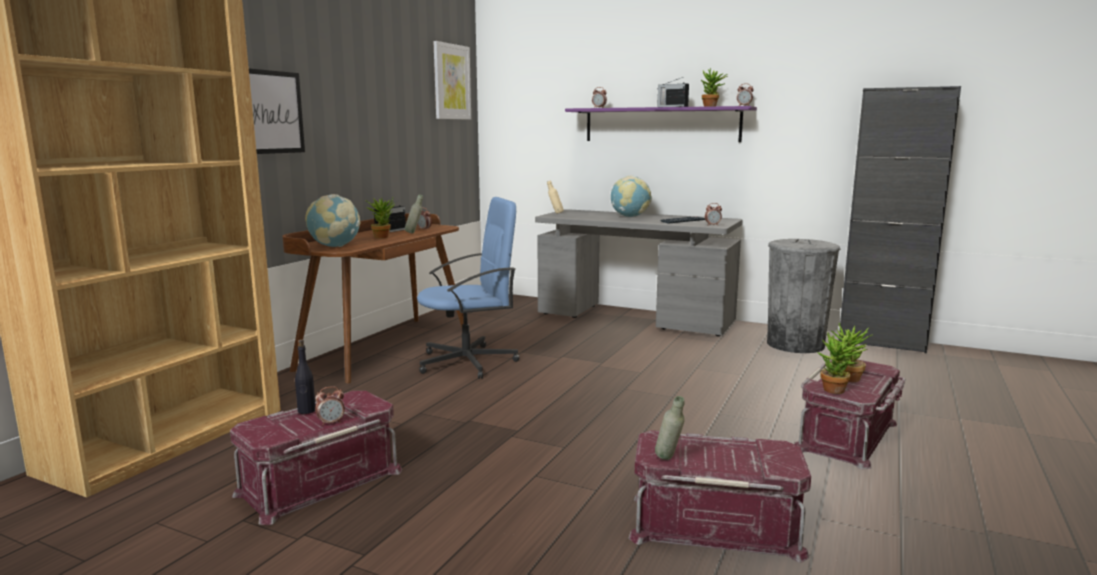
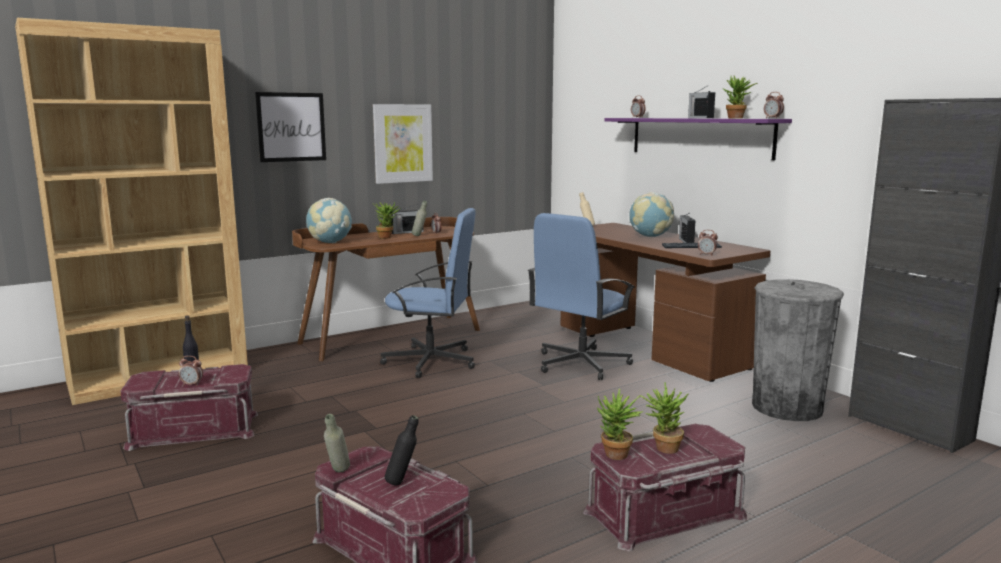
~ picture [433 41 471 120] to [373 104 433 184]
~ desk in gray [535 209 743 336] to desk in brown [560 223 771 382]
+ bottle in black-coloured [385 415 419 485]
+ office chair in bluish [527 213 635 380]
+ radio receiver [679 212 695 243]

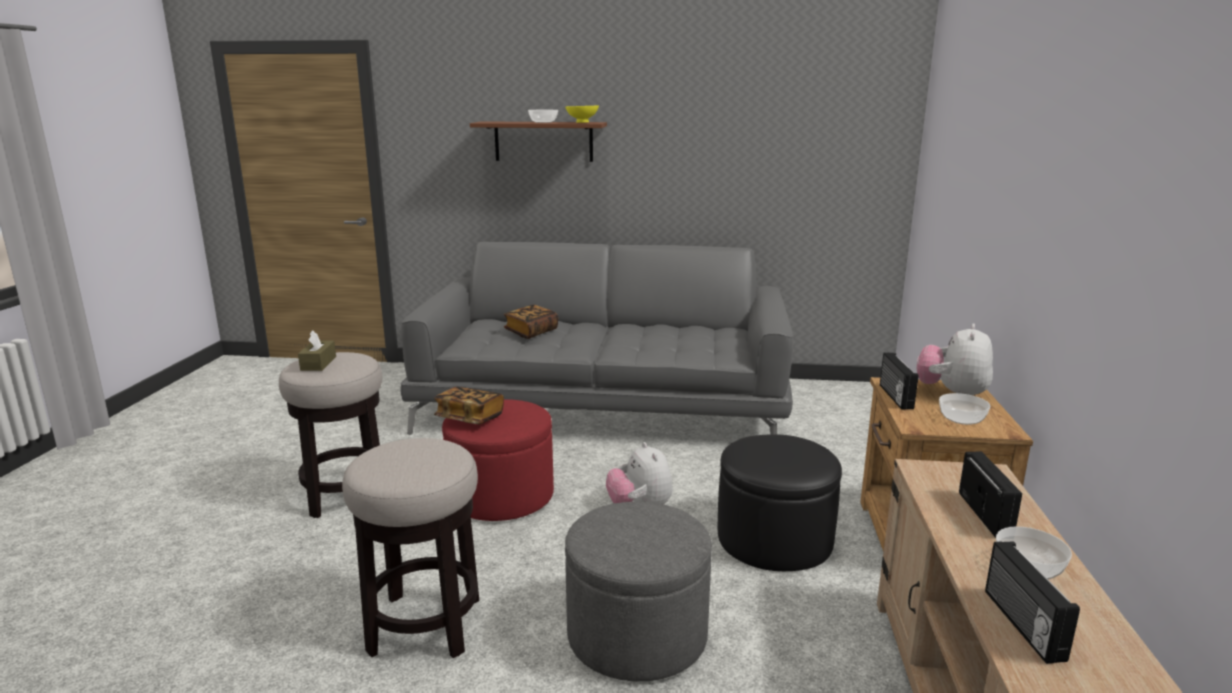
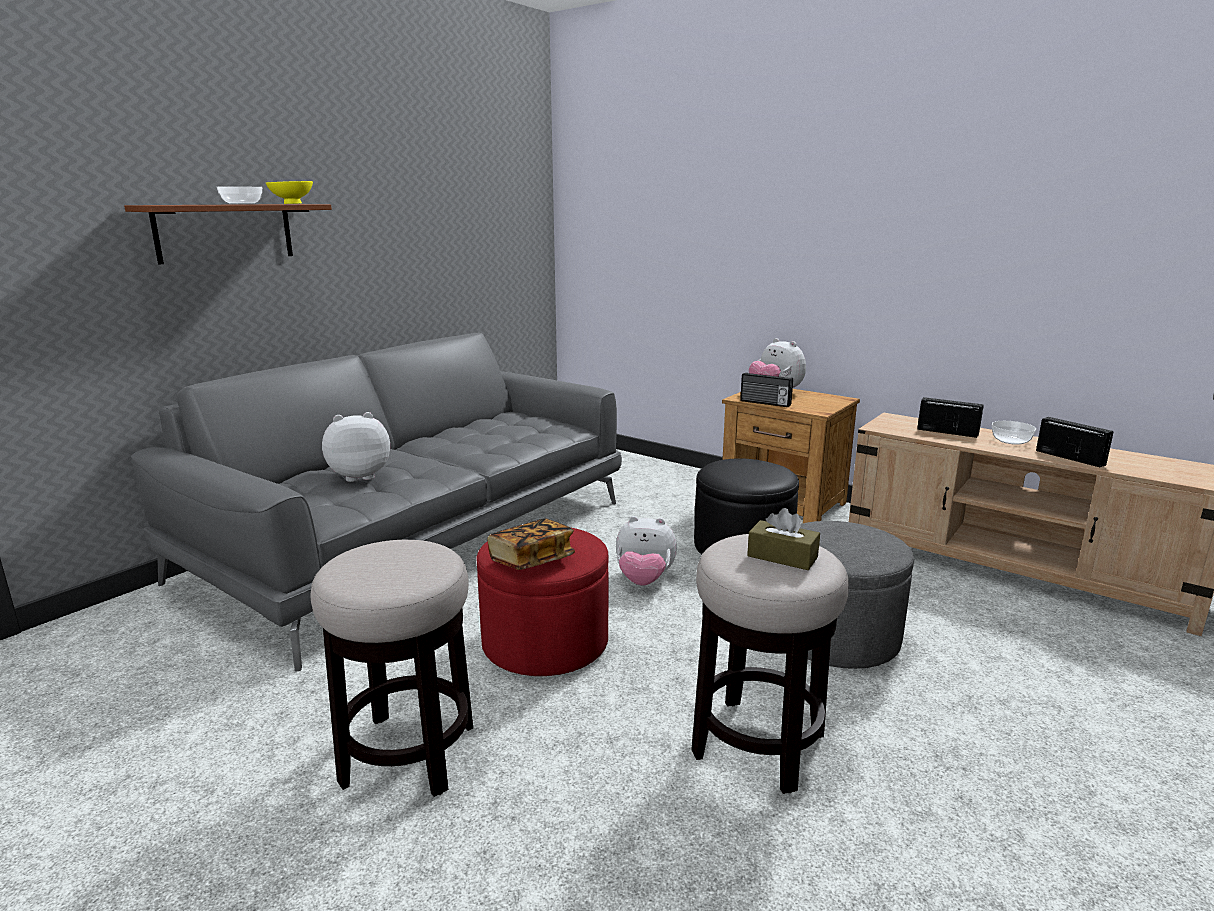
~ tissue holder in brown [298 330 336 371] to [747 508 820 570]
~ bound book [504 305 558 339] to cuddly toy [322 412 390 482]
- bowl [939 393 990 425]
~ radio receiver [985 541 1080 664] = [1036 417 1113 467] 150 degrees counterclockwise

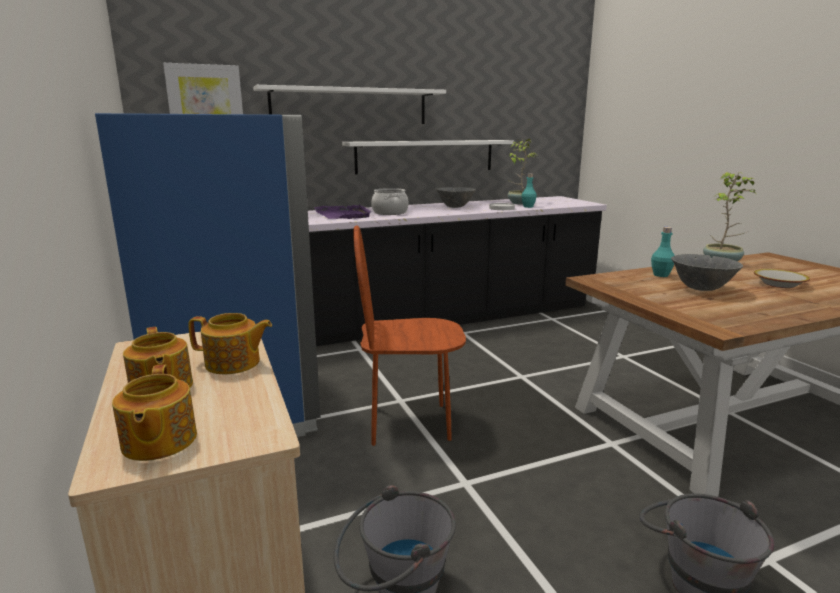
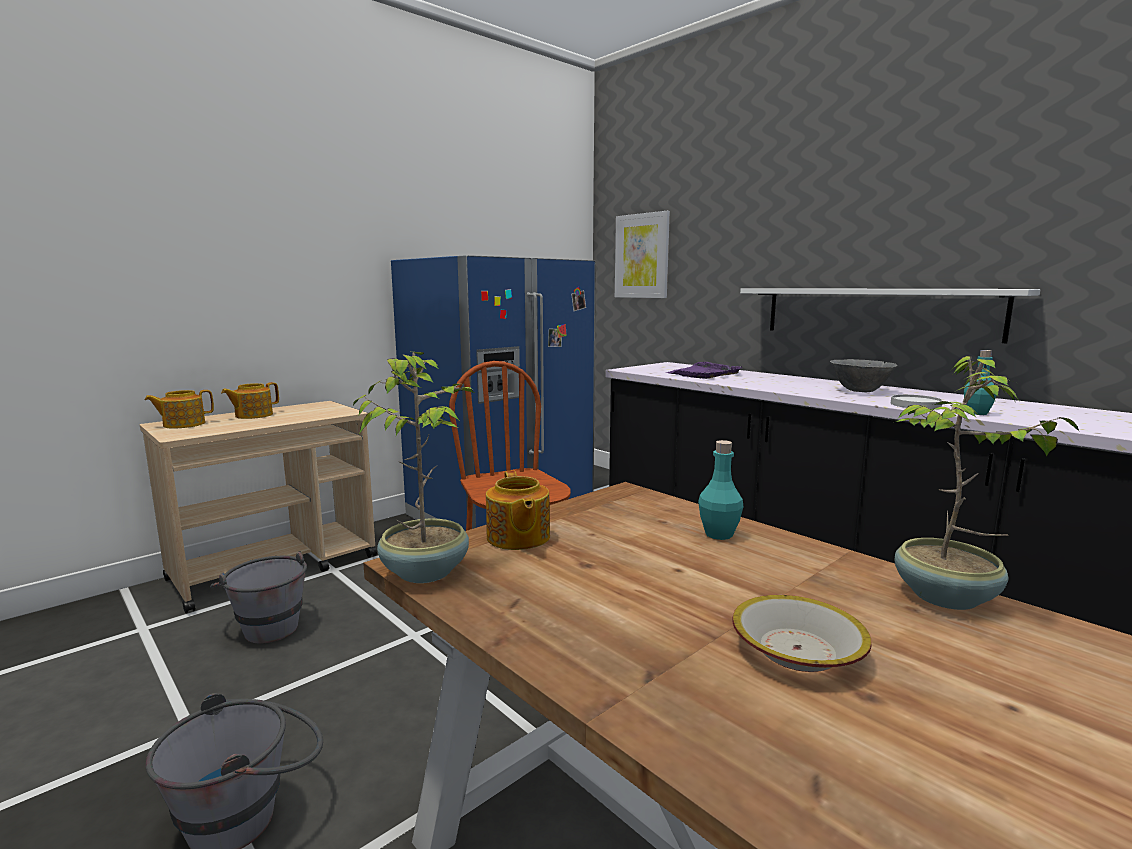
~ tea pot [188 313 272 375] to [486 471 550 550]
- wall shelf in white-coloured [253 85 446 124]
- saucepot [371 188 409 215]
~ potted plant [507 139 537 205] to [352 352 474 583]
- bowl in gray [671 254 743 291]

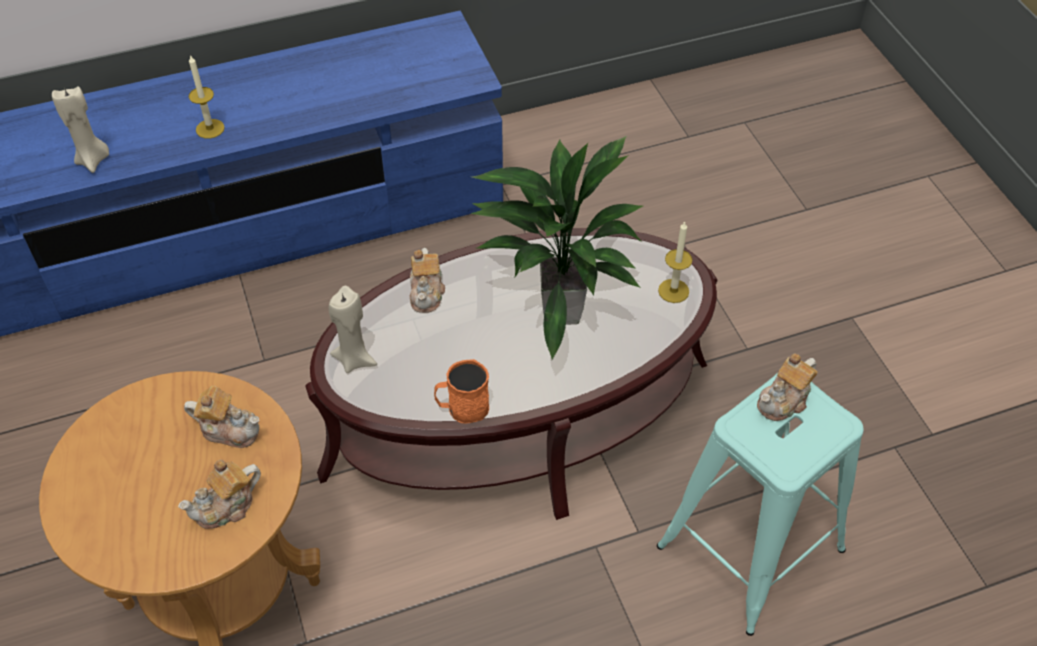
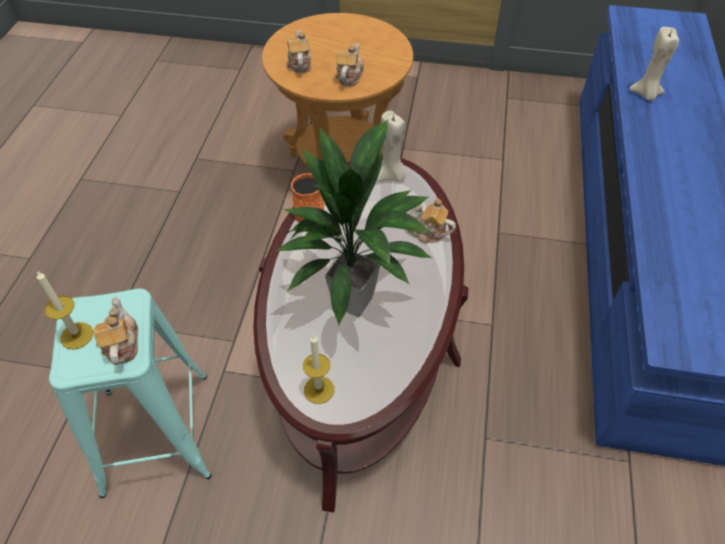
~ tea pot [184 386 259 448] = [336 43 364 86] 150 degrees clockwise
~ candle [189 55 225 139] to [37 271 93 350]

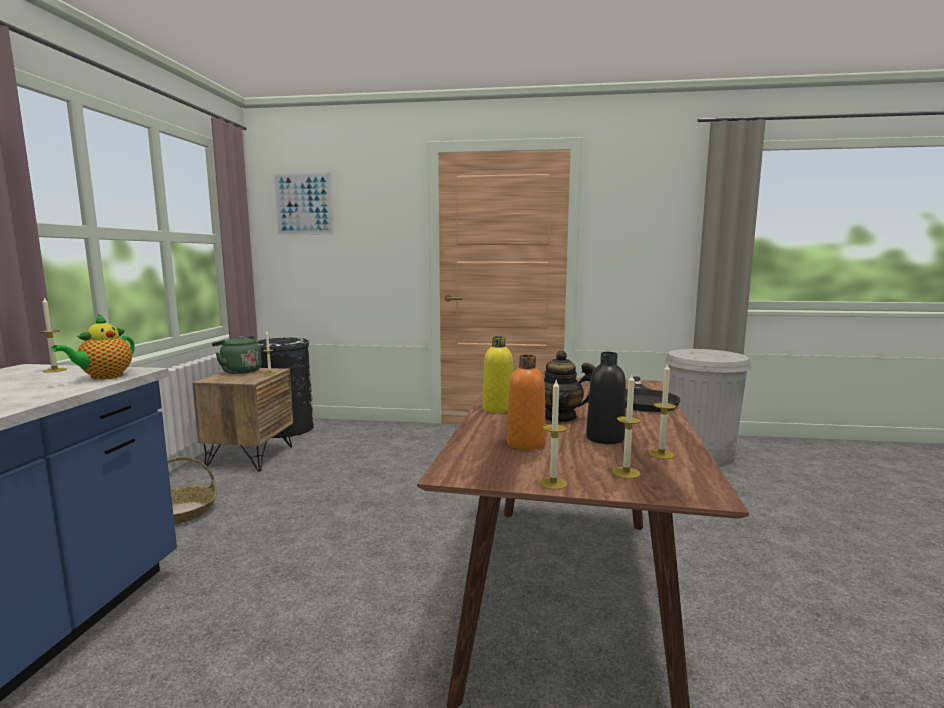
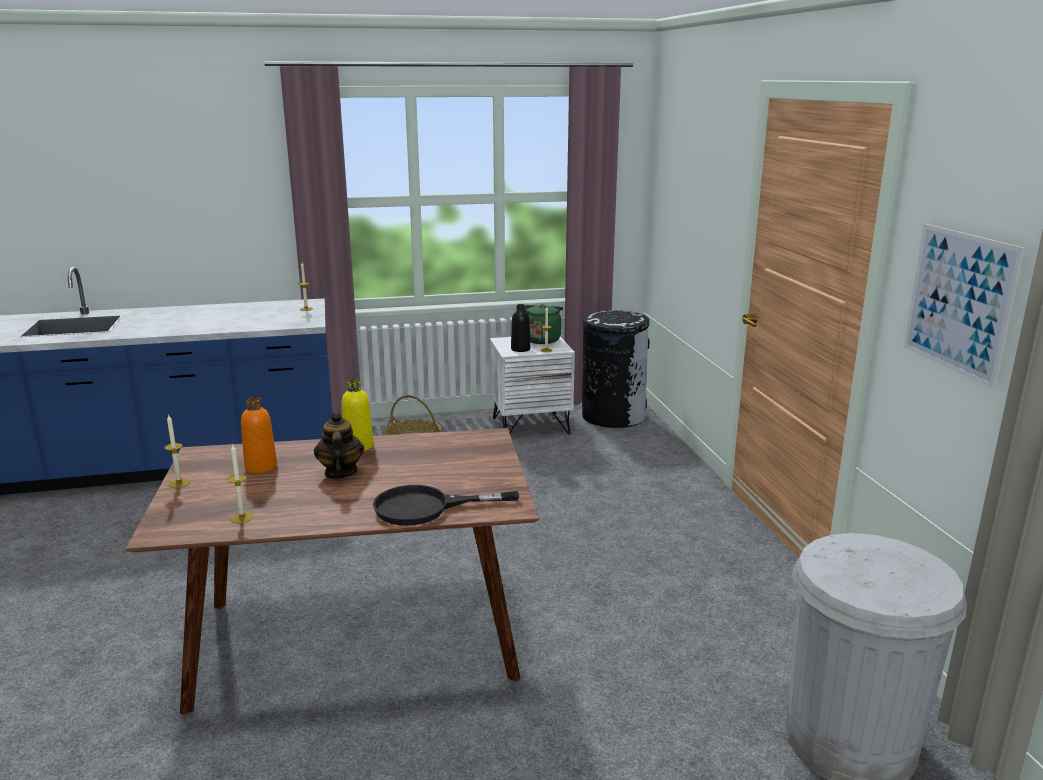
- tea pot [51 314 135 380]
~ night table in brown [192 368 293 472] to night table in white-coloured [490 336 575 435]
~ picture [273 172 334 235] to [904 224 1024 389]
~ bottle in black-coloured [586 352 626 444] to [511 304 531 352]
- candle [612 374 642 478]

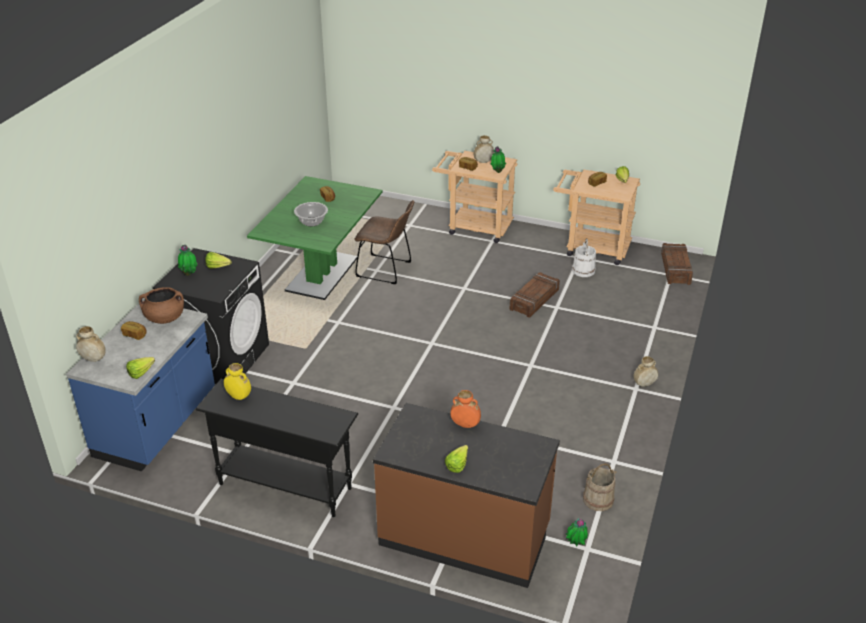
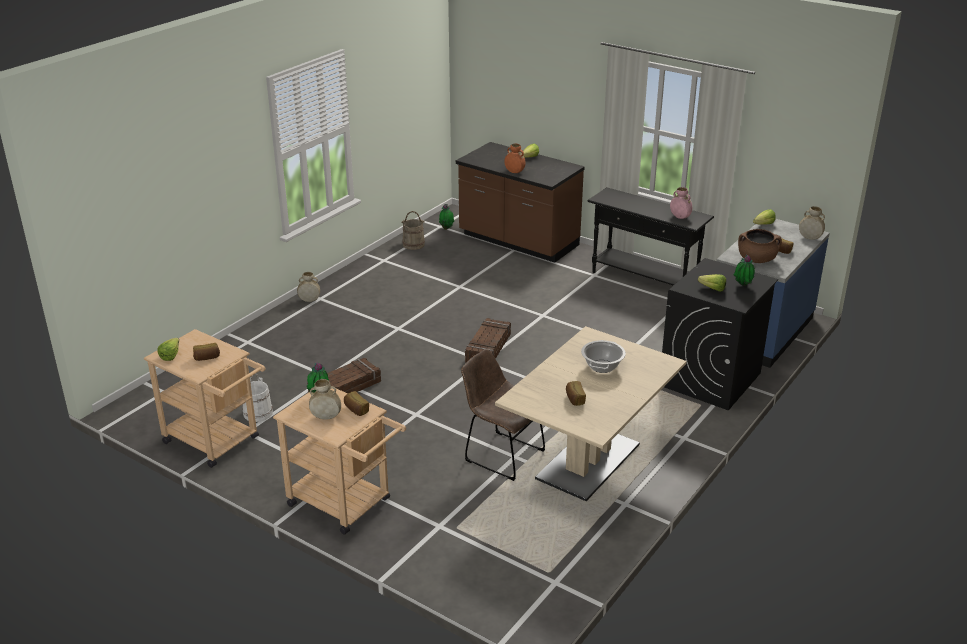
~ decorative vase in yellow [224 363 251 400] to decorative vase in pinkish [670 187 692 219]
~ dinner table in greenish [247 176 383 300] to dinner table in beige [495 326 687 501]
~ shipping crate [661 243 693 285] to [465 318 511 362]

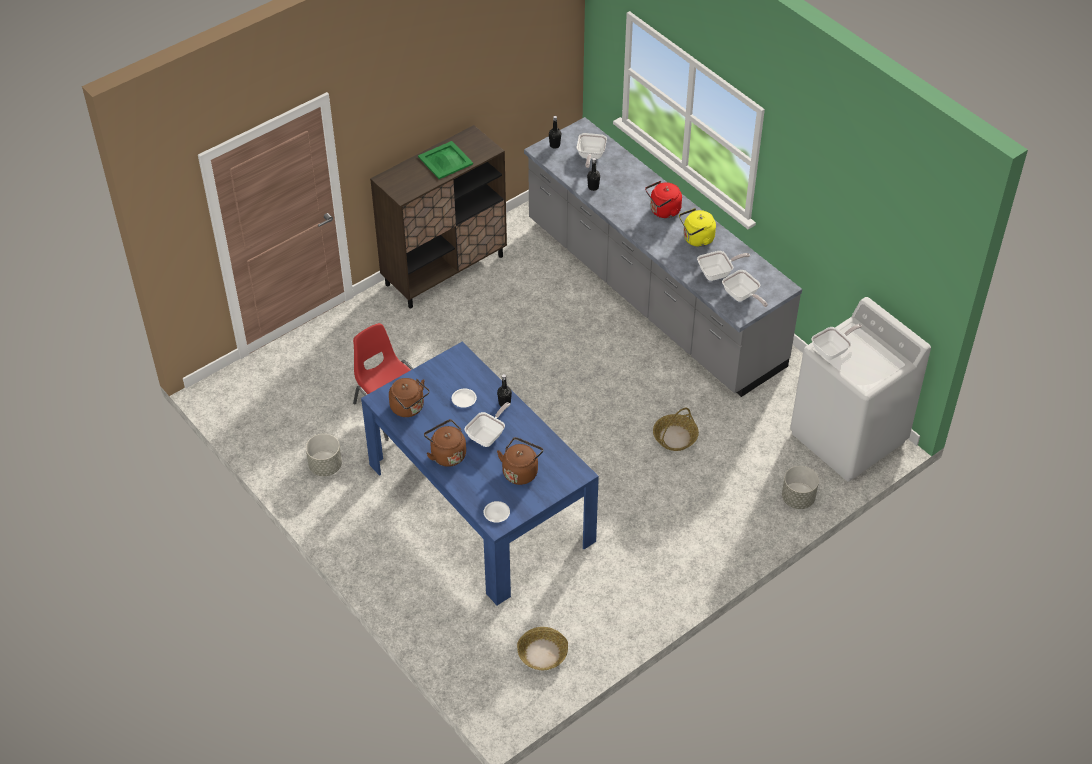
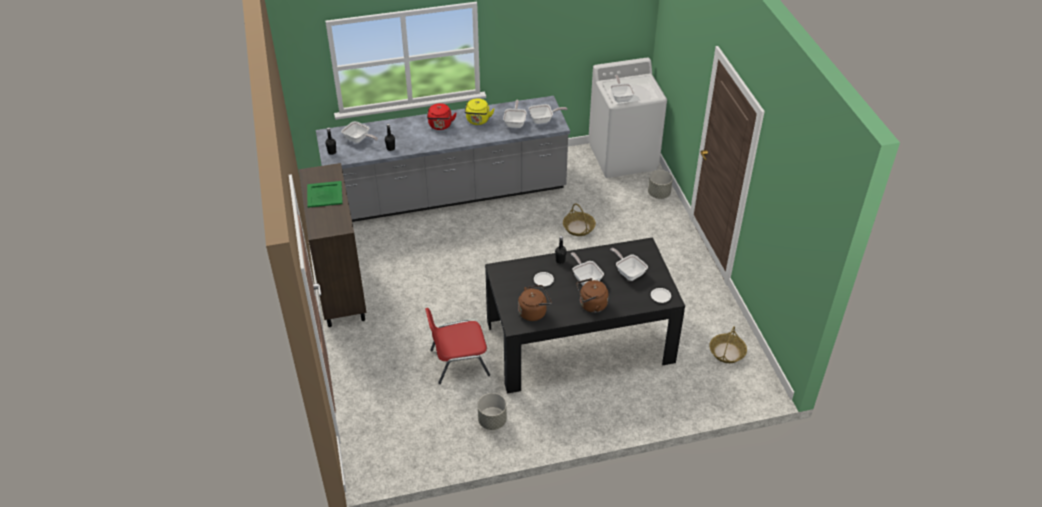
~ dinner table in bluish [361 342 599 605] to dinner table in black-coloured [485 237 685 394]
~ tea kettle in brown [497 437 543 485] to skillet [610 248 648 281]

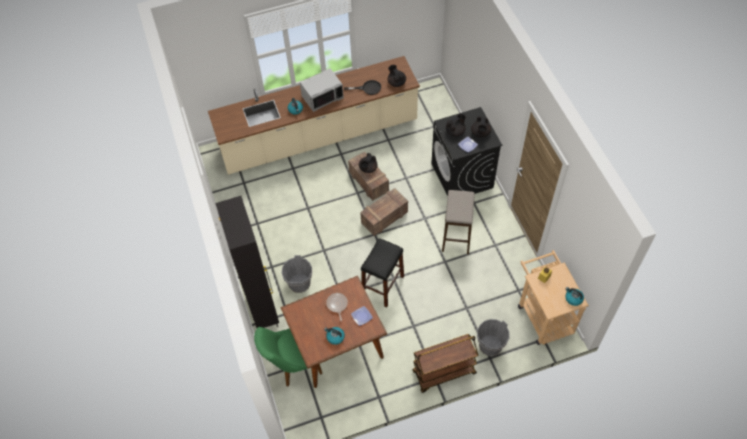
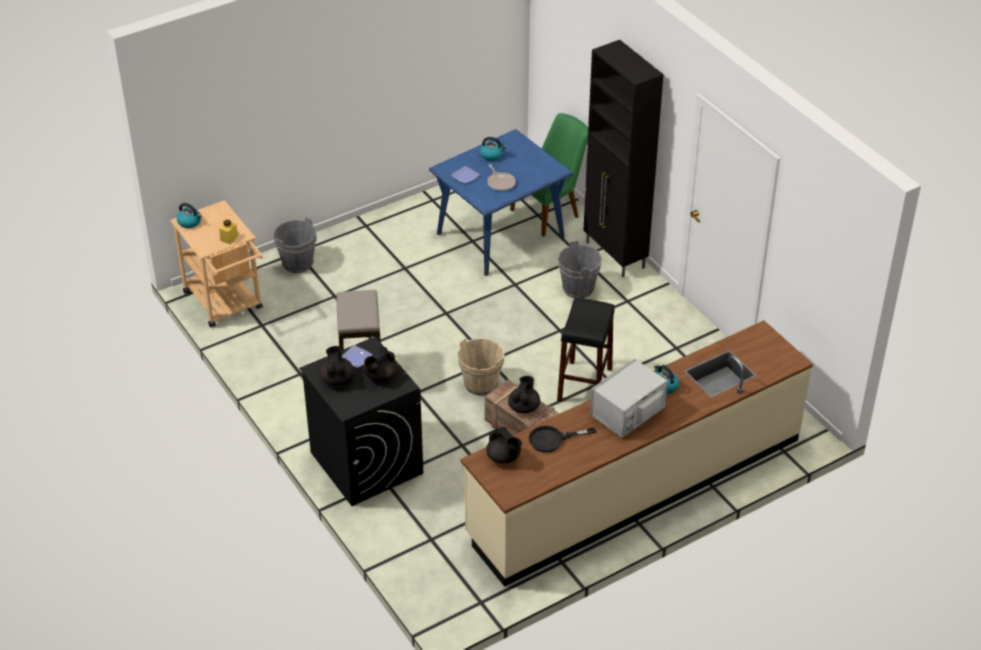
~ dinner table in brown [281 276 387 388] to dinner table in bluish [429 129 573 276]
~ shipping crate [360 188 408 236] to water bucket in beige [457 338 504 396]
~ stool seat in black-coloured [361 238 404 307] to [557 298 615 402]
- cart in brown [412 334 479 393]

